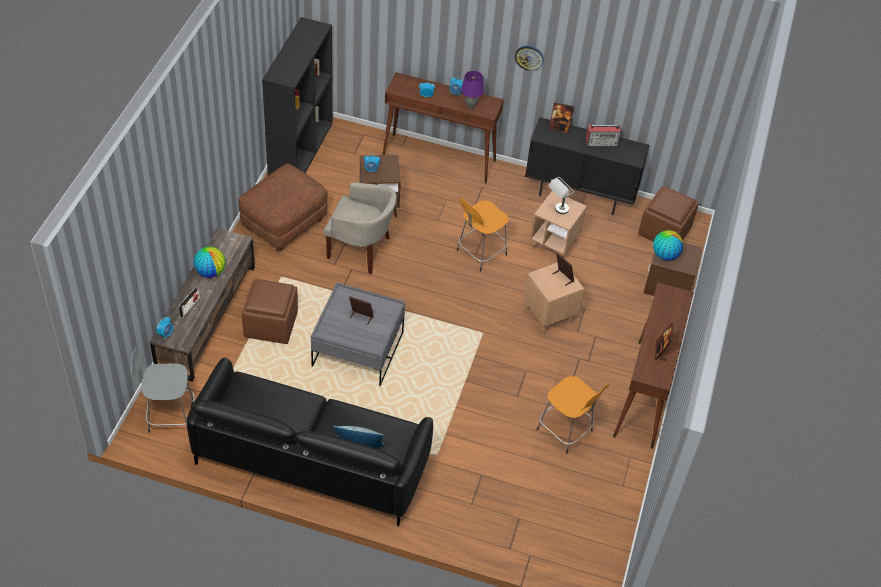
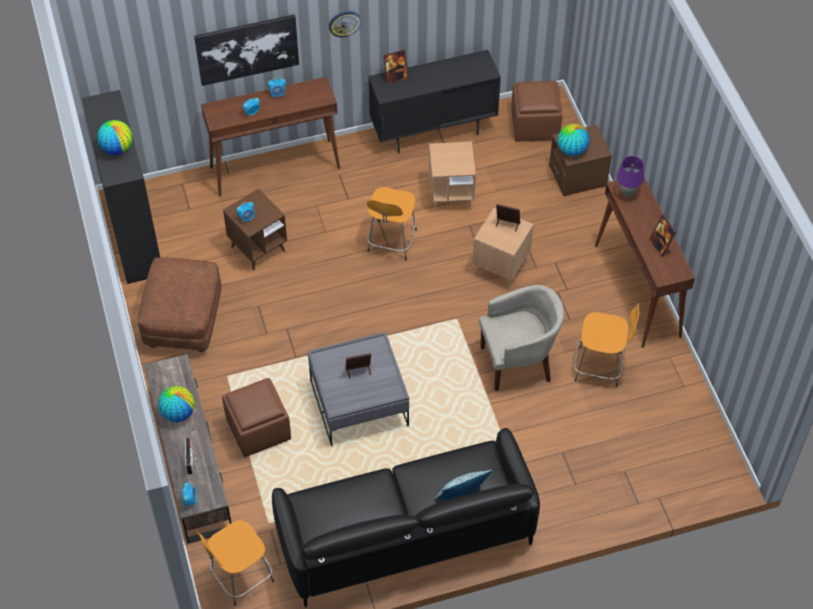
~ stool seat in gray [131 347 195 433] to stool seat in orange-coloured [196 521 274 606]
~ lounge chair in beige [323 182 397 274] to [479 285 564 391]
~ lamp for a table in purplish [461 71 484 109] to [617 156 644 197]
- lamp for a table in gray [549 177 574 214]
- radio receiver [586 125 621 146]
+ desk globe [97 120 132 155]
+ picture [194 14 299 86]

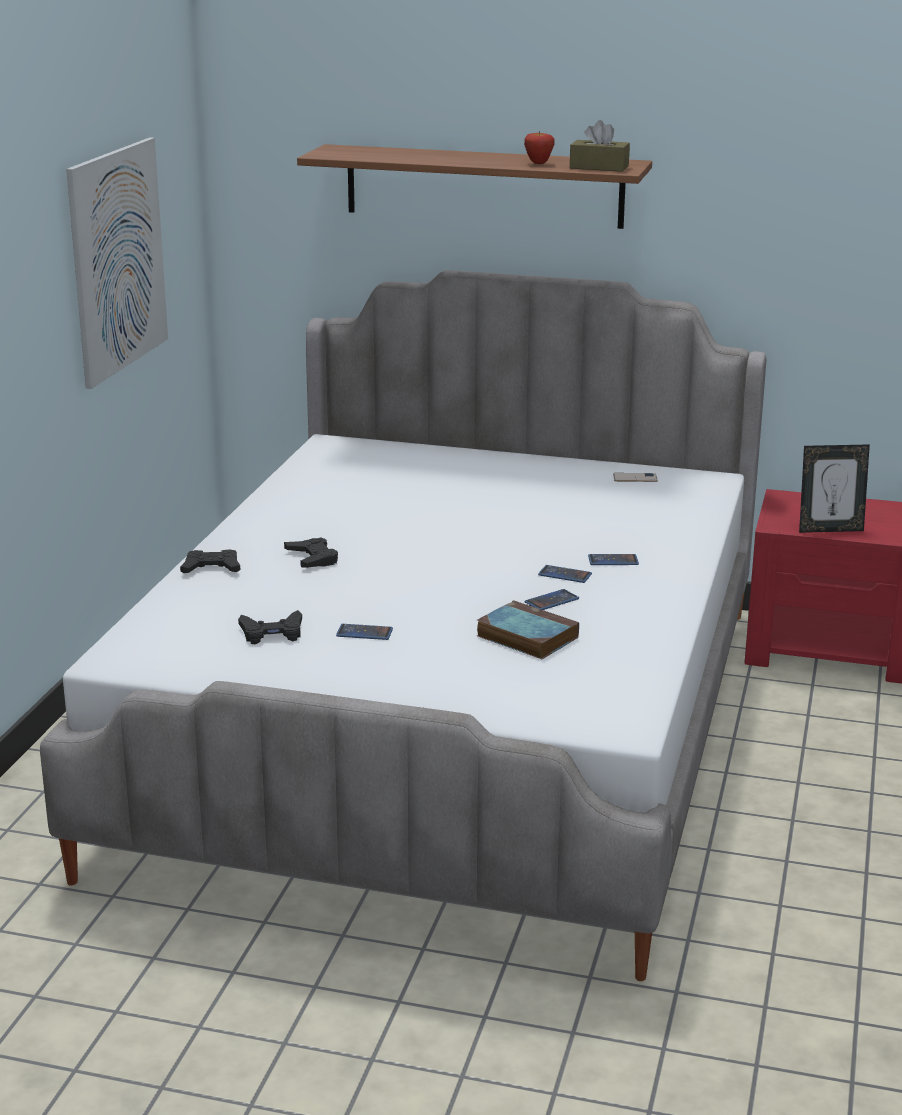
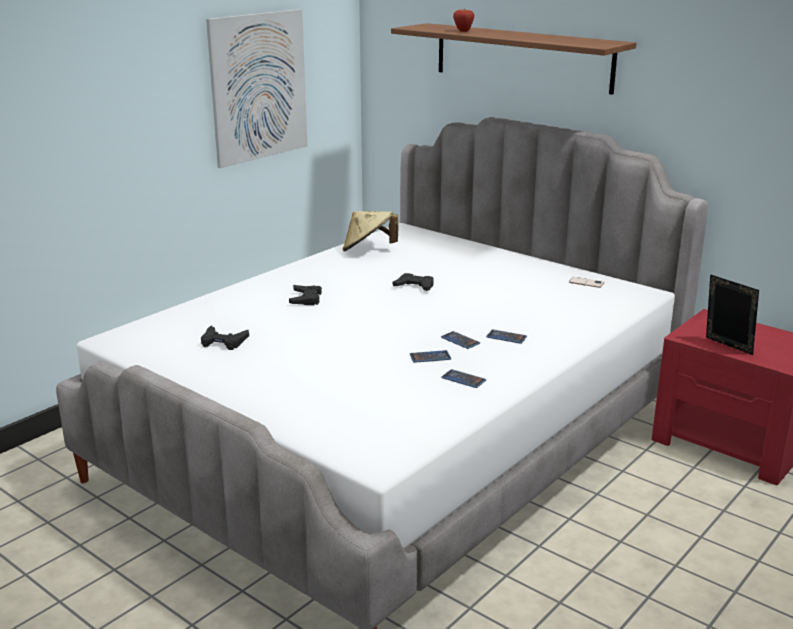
~ game controller in black-coloured [180 549 240 573] to [393 273 434 291]
~ telephone [336 624 393 640] to [441 369 486 388]
- bound book [477 600 579 659]
~ apple fruit [524 131 555 164] to [453 10 474 32]
- tissue holder in brown [570 120 630 172]
~ photo frame [799 444 870 533] = [706 274 759 355] 150 degrees counterclockwise
+ wearable hat in beige [343 211 398 252]

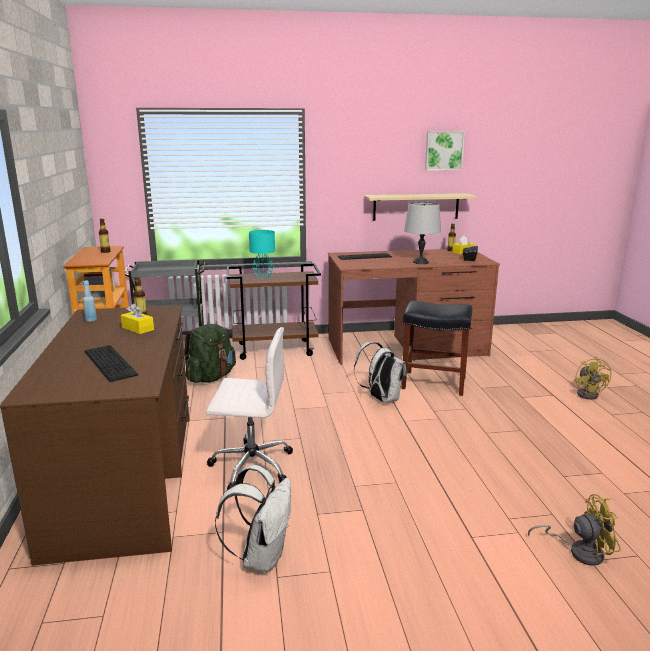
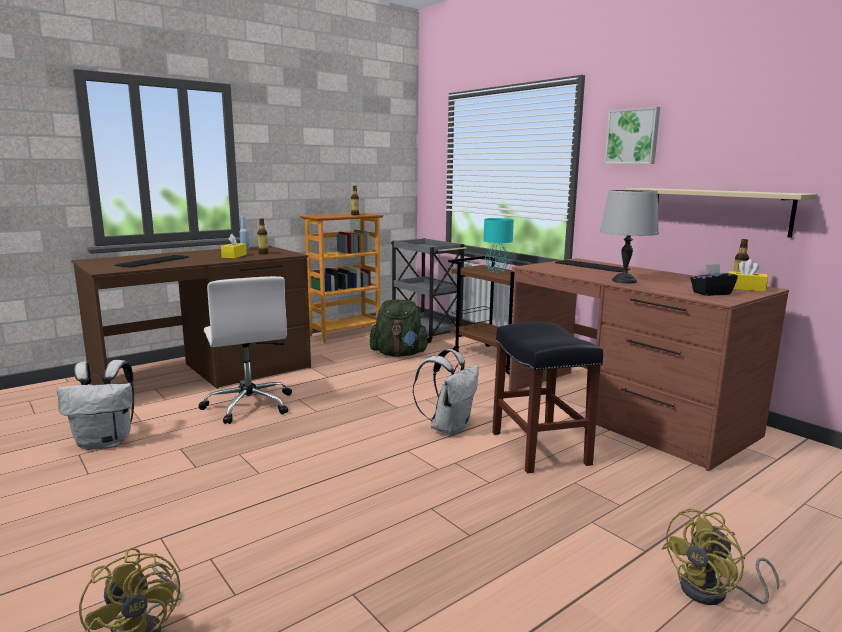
~ picture [425 131 465 171] to [604 107 660 164]

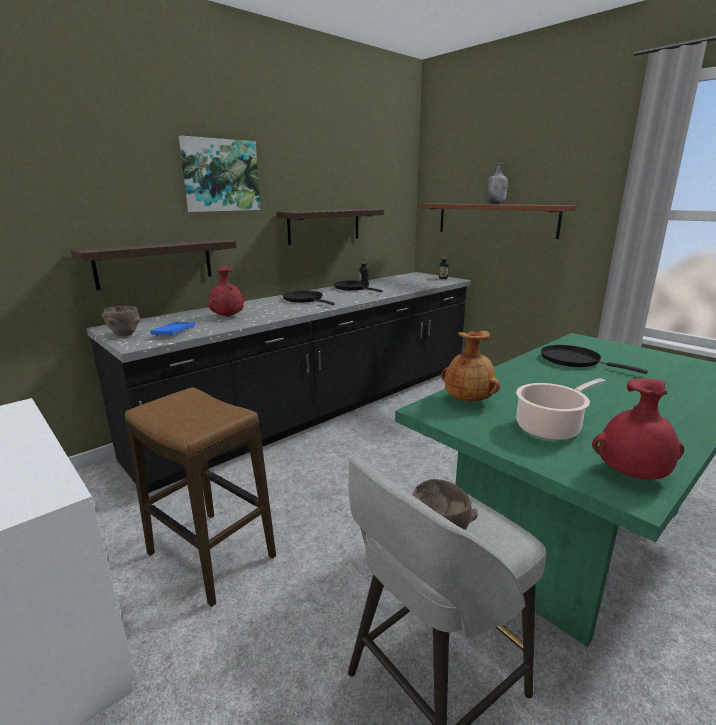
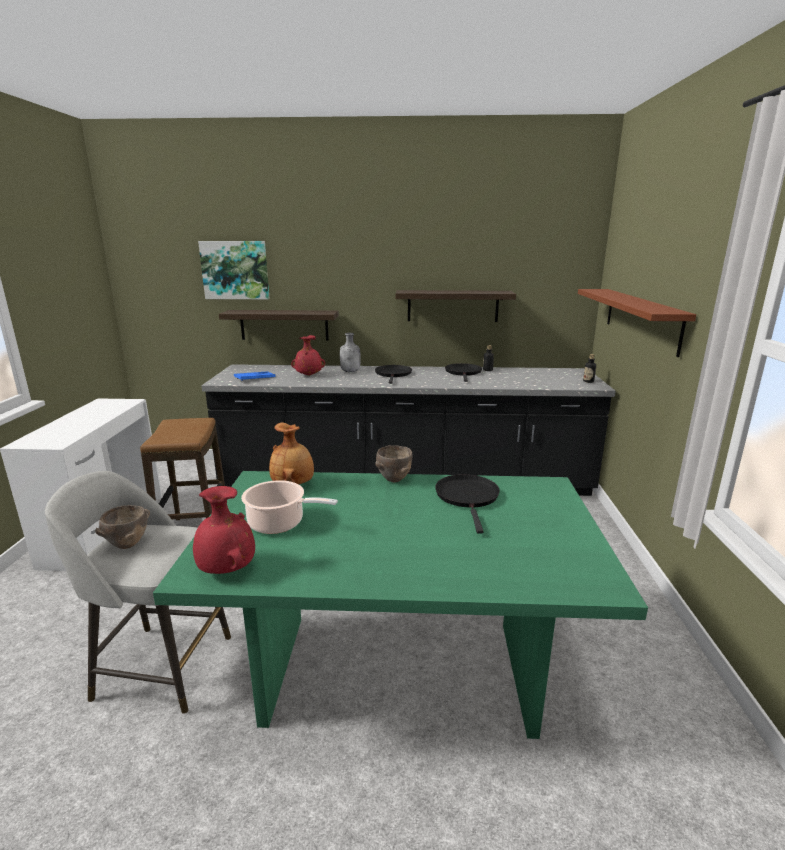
~ bowl in brown [101 306 141 337] to [375 445 412 482]
~ picture [179 136 261 212] to [198 241 270 299]
~ bottle in gray [486 163 508 204] to [340 333 361 372]

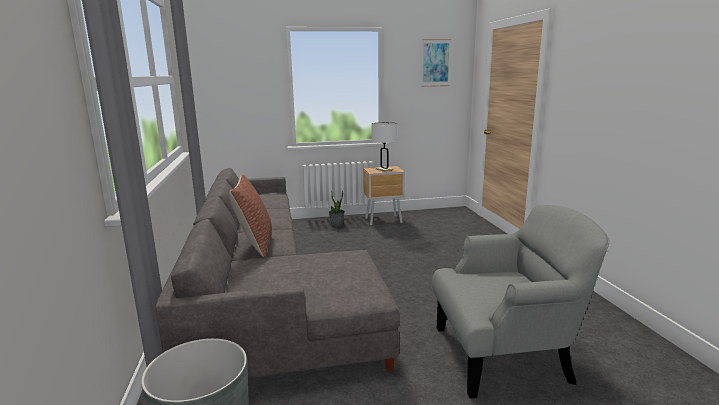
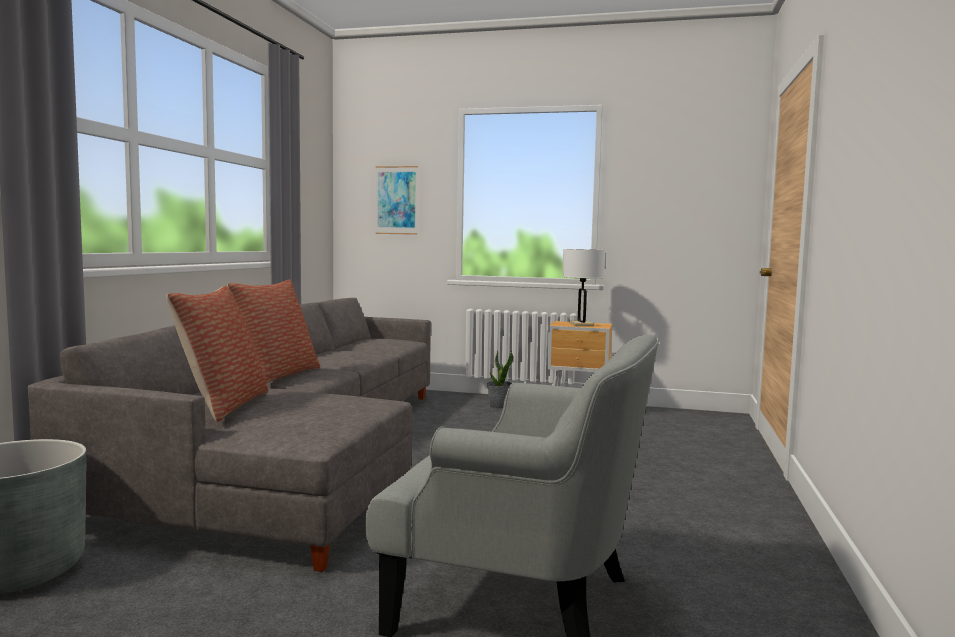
~ picture [421 39 451 87] to [375 166 418 235]
+ cushion [166 286 268 422]

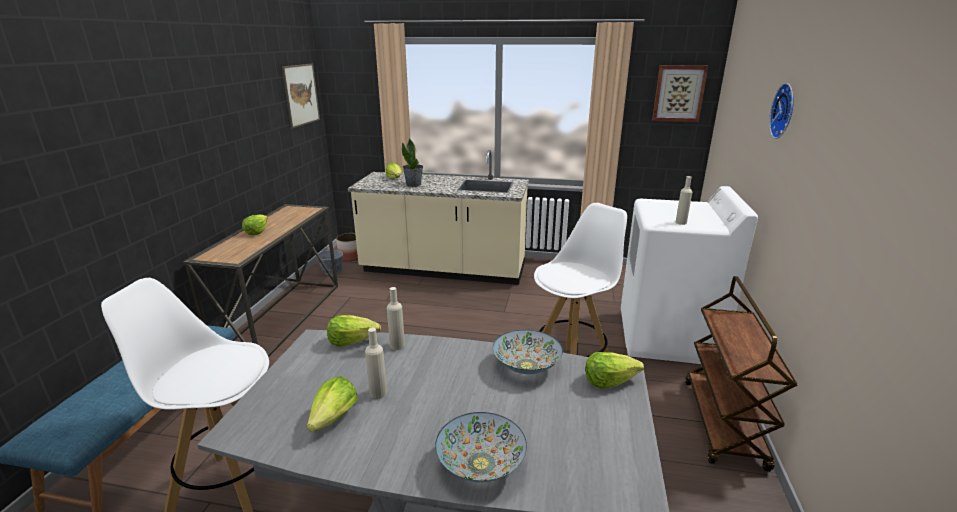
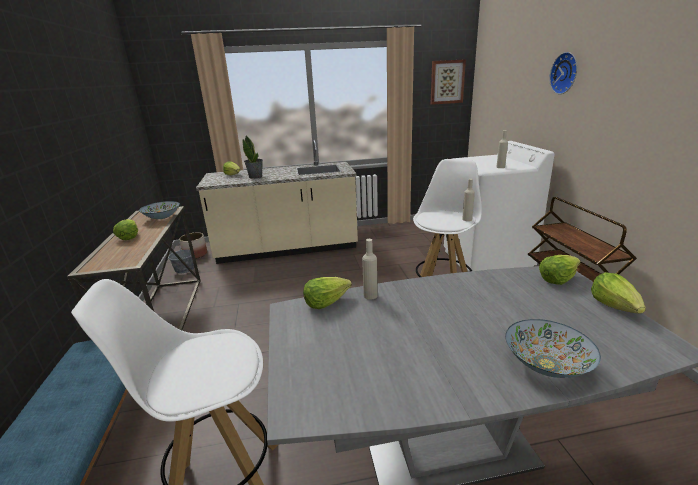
- picture [282 64 320 129]
~ head of lettuce [307 376 358 432] to [591 272 646 314]
~ bottle in beige [365 328 387 399] to [462 179 475 221]
~ bowl [493 330 563 374] to [139 201 180 219]

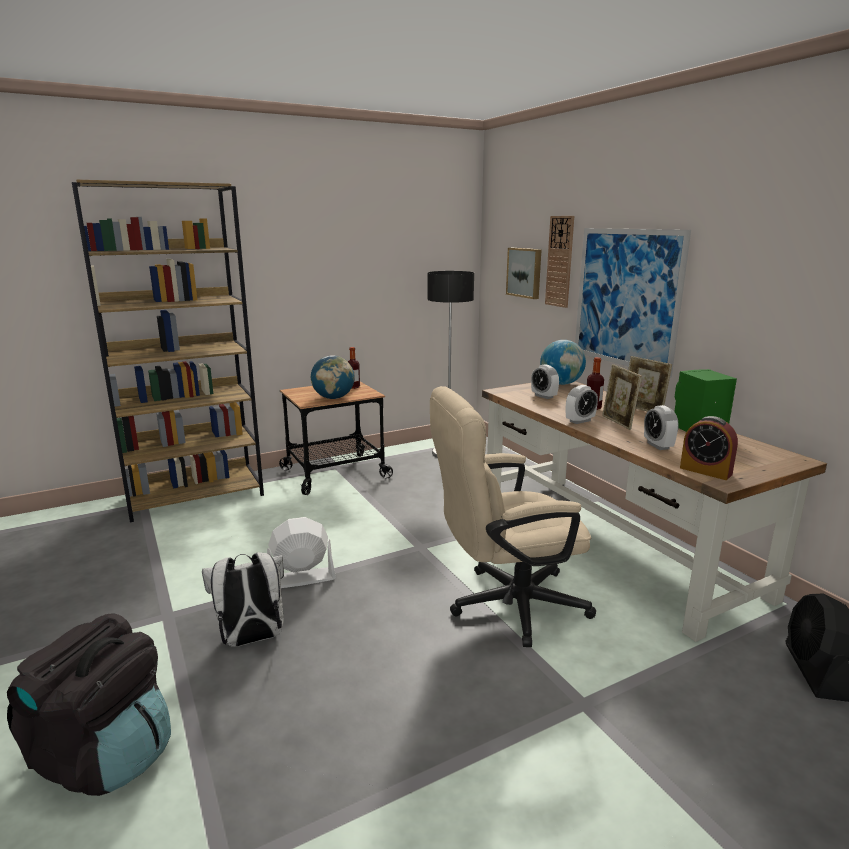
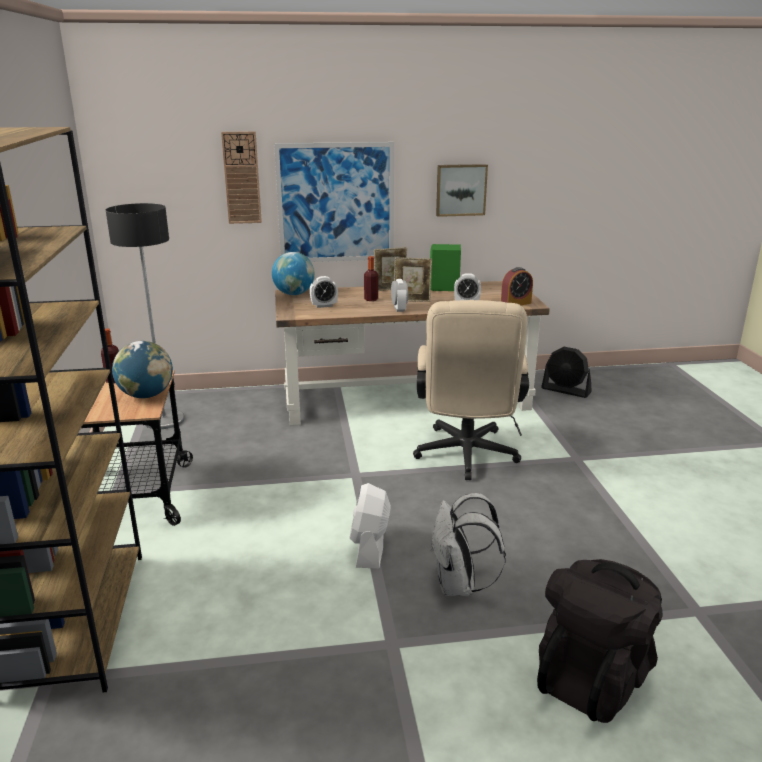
~ picture [506 248 542 299] to [436 164 488 217]

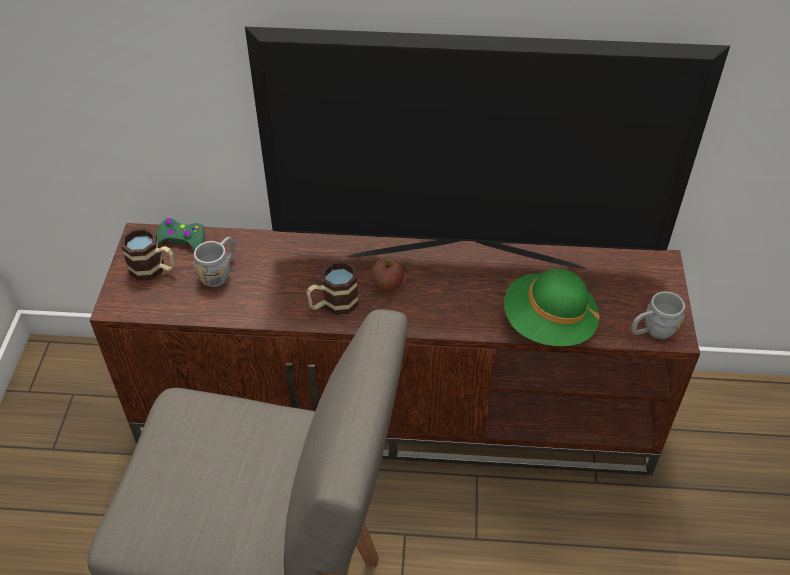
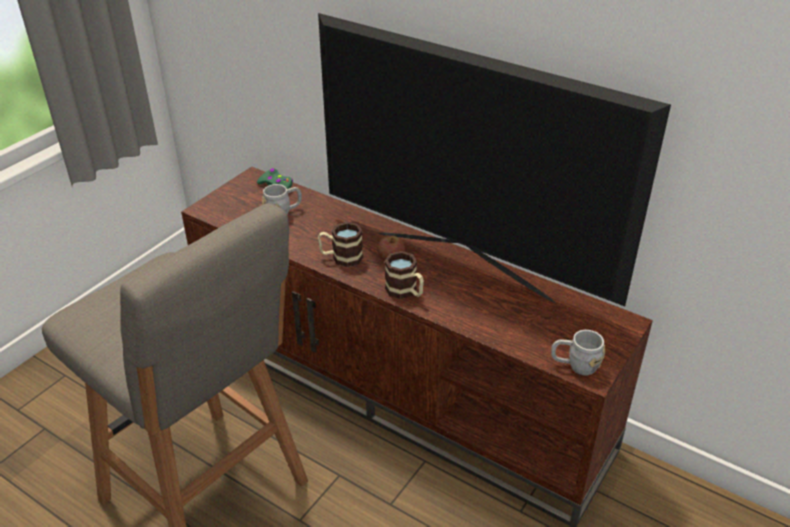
~ mug [121 227 175 281] to [385 251 424 299]
- wearable hat in greenish [504 269 599 346]

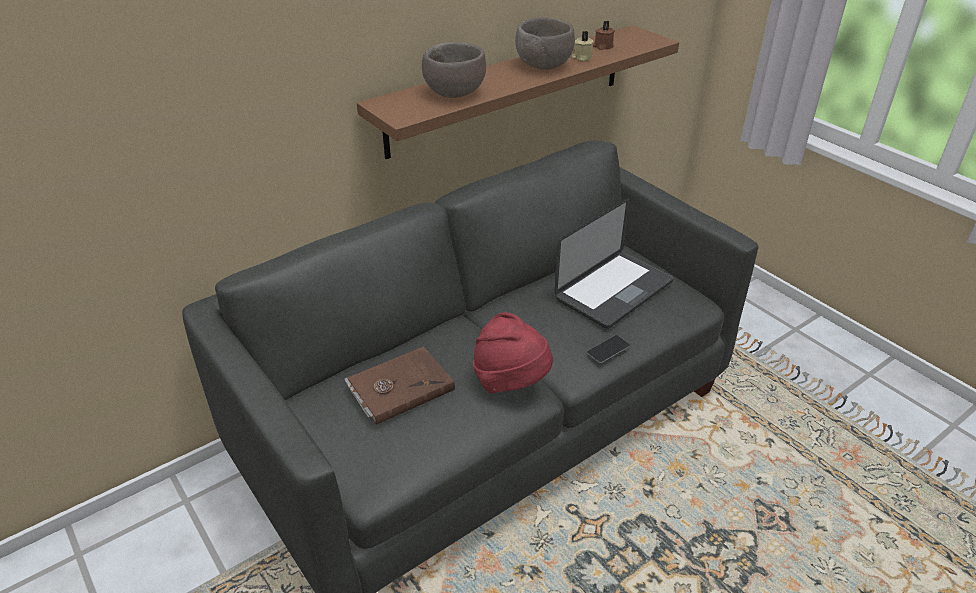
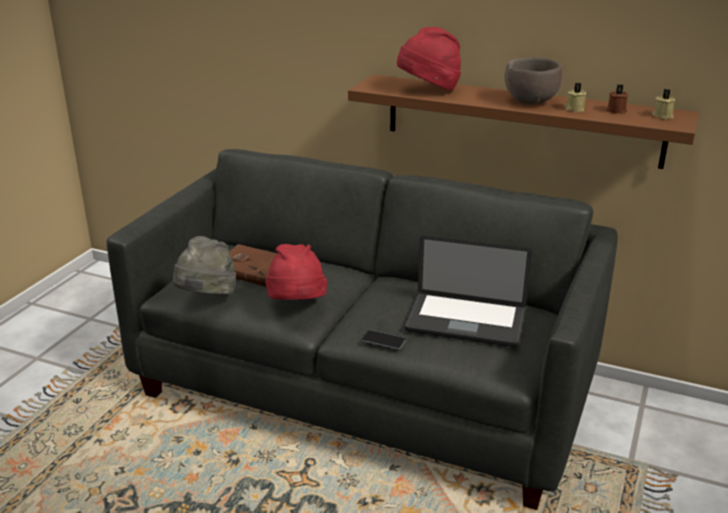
~ bowl in brown [422 42 486 98] to wearable hat in reddish [397 27 461 91]
+ wearable hat in gray [173 236 236 295]
+ candle in beige [652 89 675 119]

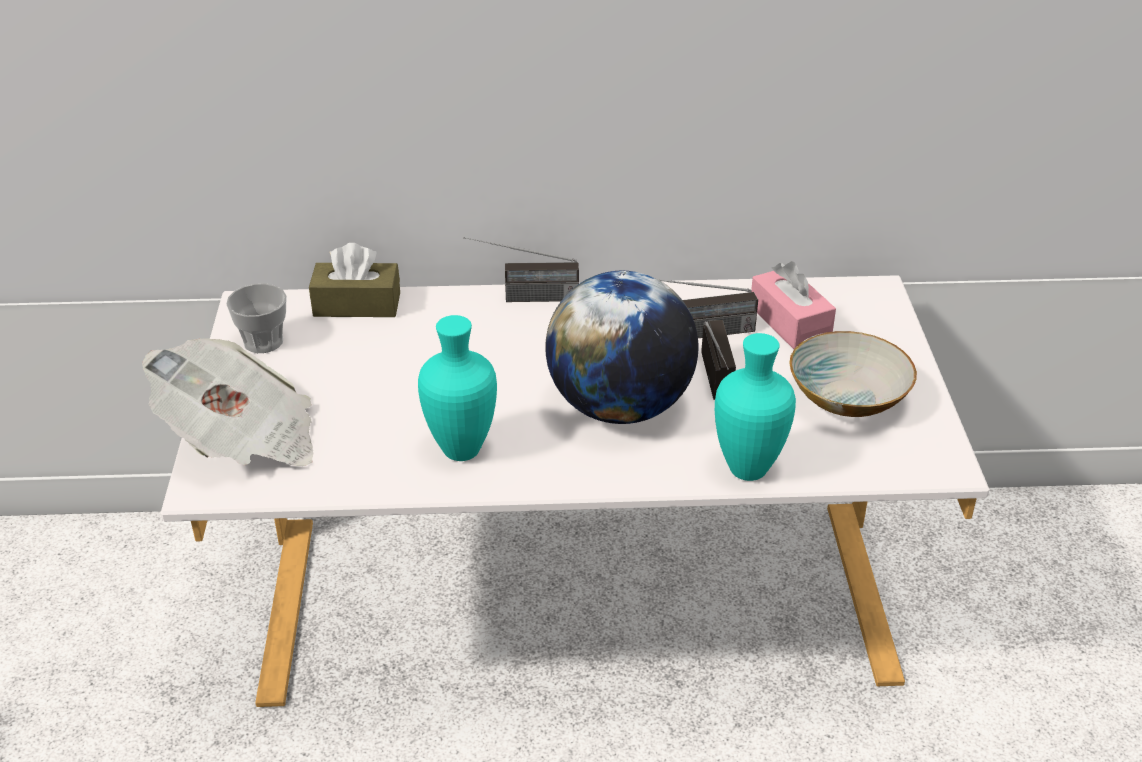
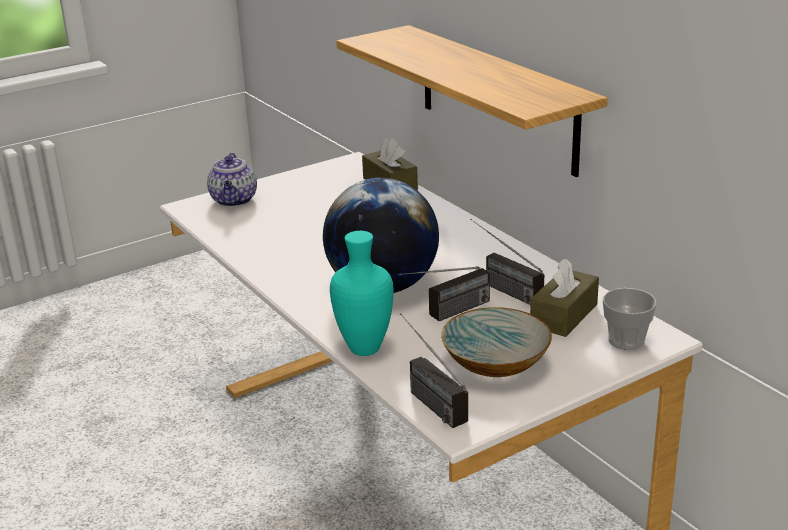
~ daily paper [142 339 313 466] to tea pot [207 153 257 207]
~ cup [226 283 286 353] to [603 288 657 350]
- decorative vase in blue-green [418 315 497 461]
~ radio receiver [463 237 579 302] to [400 313 468 428]
~ tissue holder in pinkish [751 261 836 349] to tissue holder in brown [530 258 599 337]
+ wall shelf [336 25 608 177]

